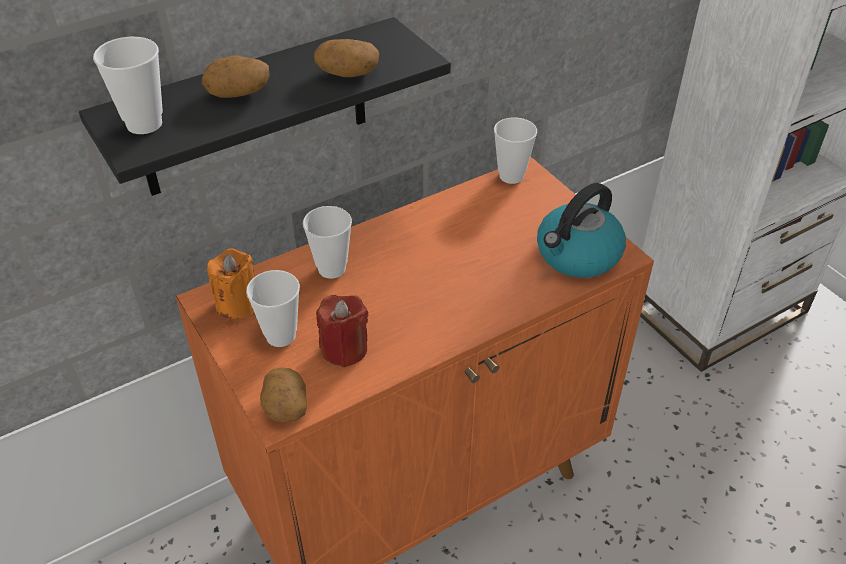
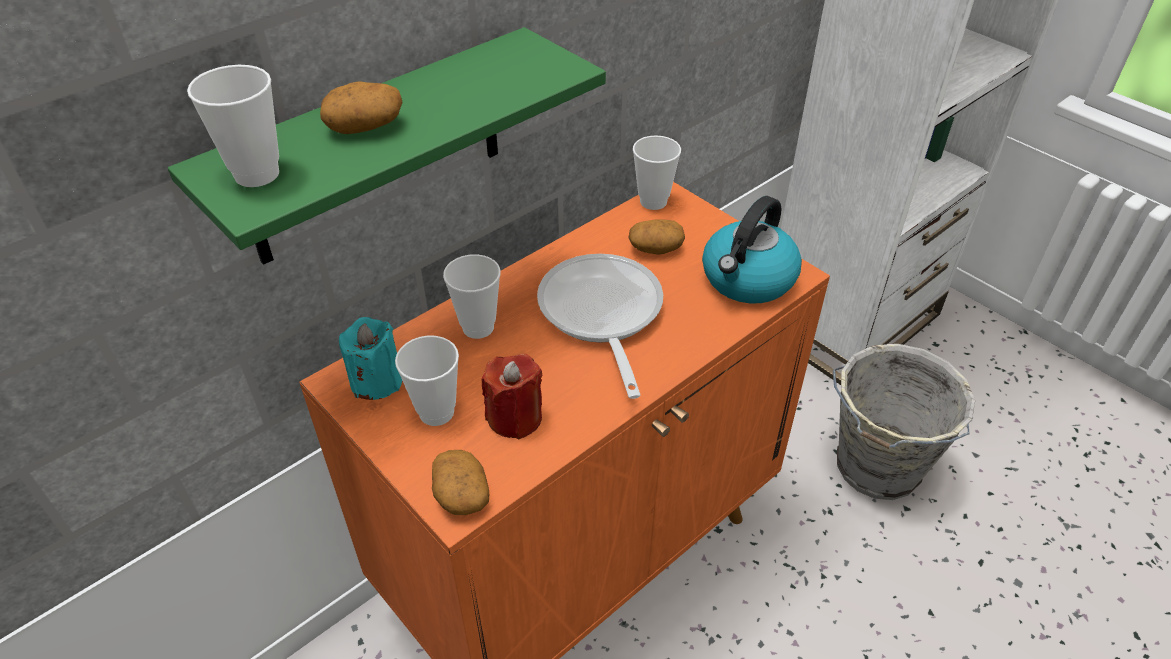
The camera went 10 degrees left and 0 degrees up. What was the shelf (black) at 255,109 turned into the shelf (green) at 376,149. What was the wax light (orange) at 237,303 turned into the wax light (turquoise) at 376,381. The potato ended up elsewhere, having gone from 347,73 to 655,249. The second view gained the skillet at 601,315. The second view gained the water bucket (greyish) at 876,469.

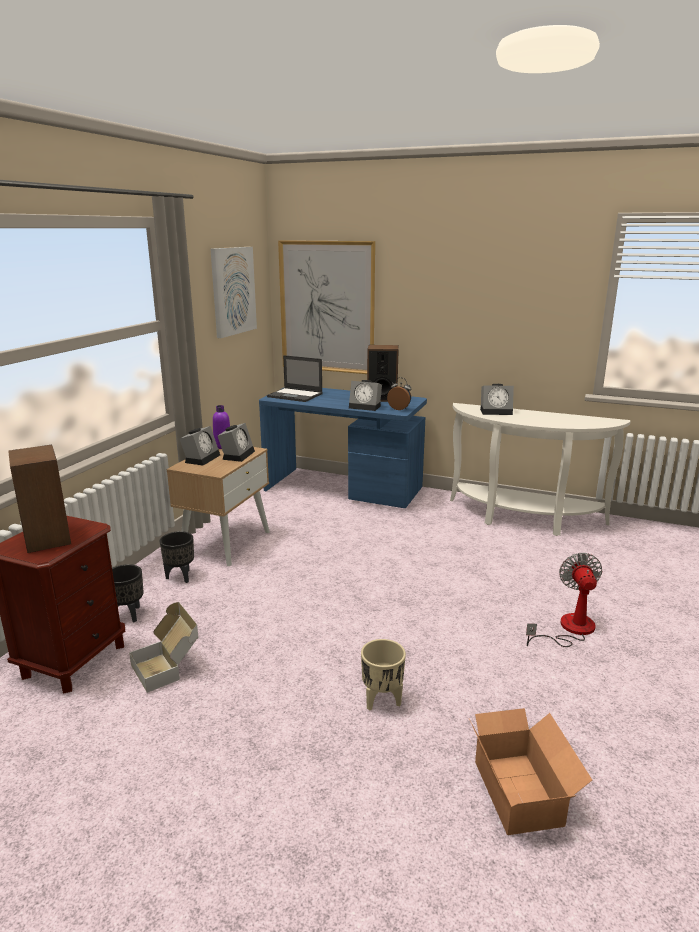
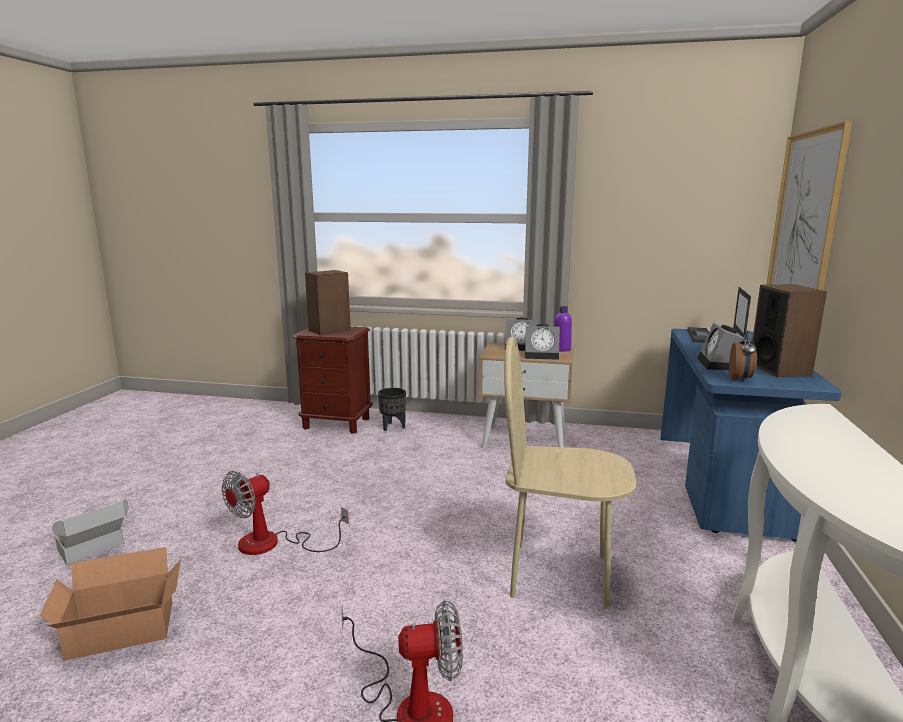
The camera went 80 degrees right and 5 degrees down. The carton ended up elsewhere, having gone from 168,667 to 95,552. The second view lost the planter (black) at 180,576. The second view lost the wall art at 233,291. Where the planter (sand-coloured) stood at 382,700, the fan came to stand at 273,544. The second view lost the table clock at 497,411. The second view gained the chair (sand-coloured) at 559,574.

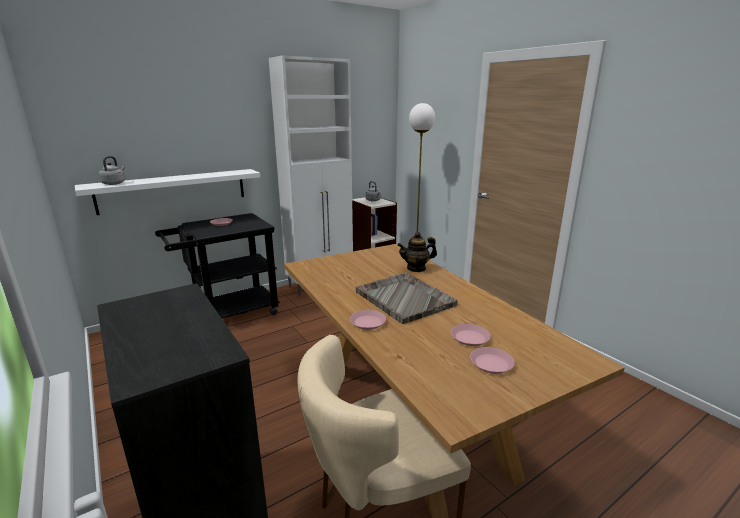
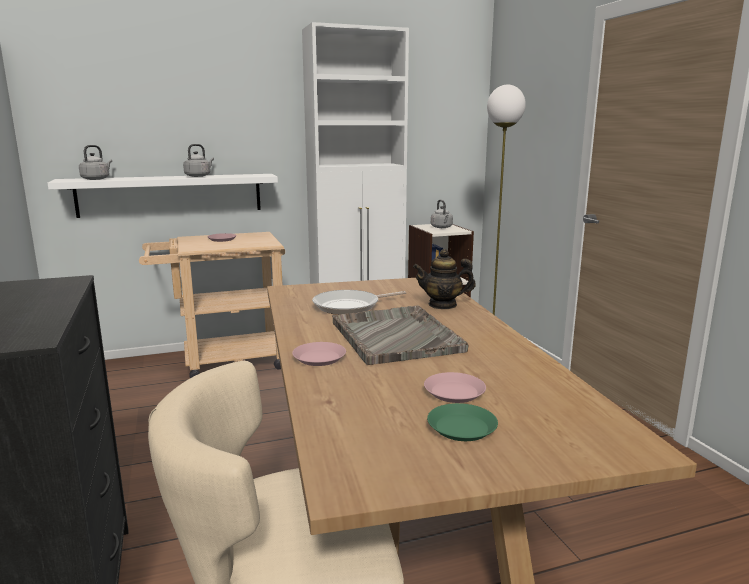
The camera went 15 degrees right and 5 degrees down. What was the cart (black) at 228,313 turned into the cart (sand-coloured) at 224,361. What was the dinner plate (pinkish) at 491,364 turned into the dinner plate (green) at 461,428. The second view gained the tea kettle (greyish) at 199,176. The second view gained the skillet at 350,306.

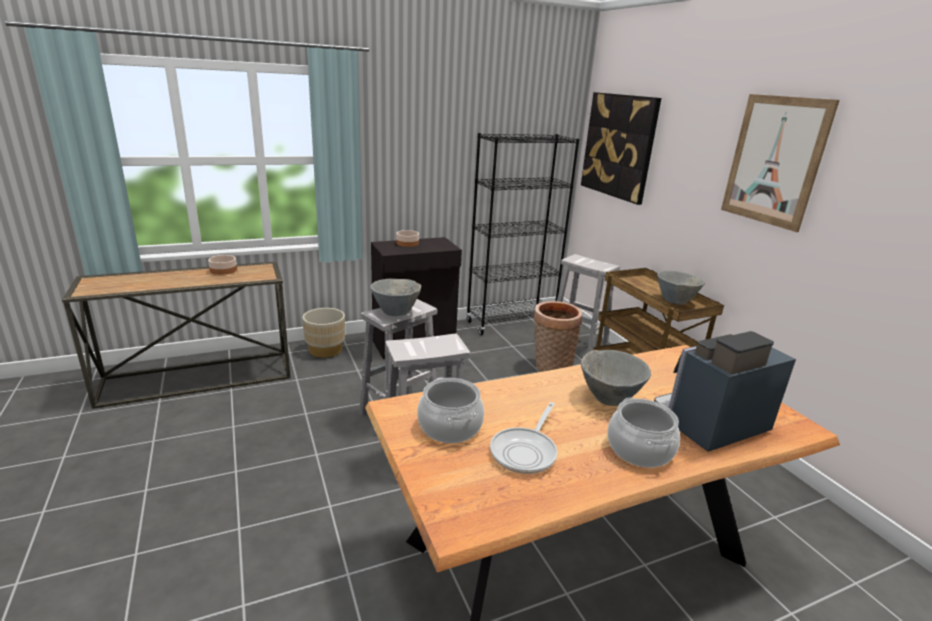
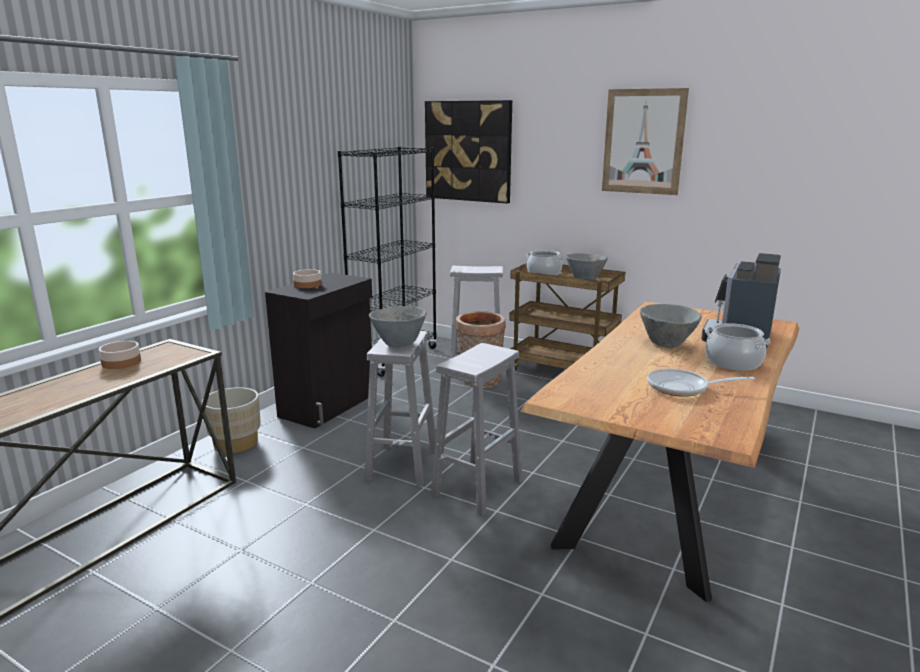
The camera went 35 degrees left and 5 degrees down. The cooking pot ended up elsewhere, having gone from 450,427 to 544,274. The skillet at 525,452 ended up facing another way, 105 degrees clockwise from before.

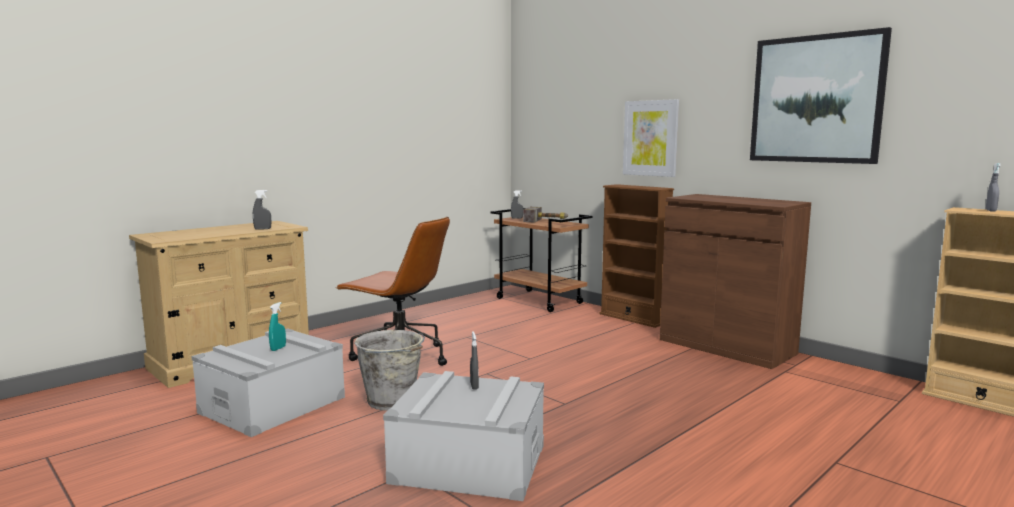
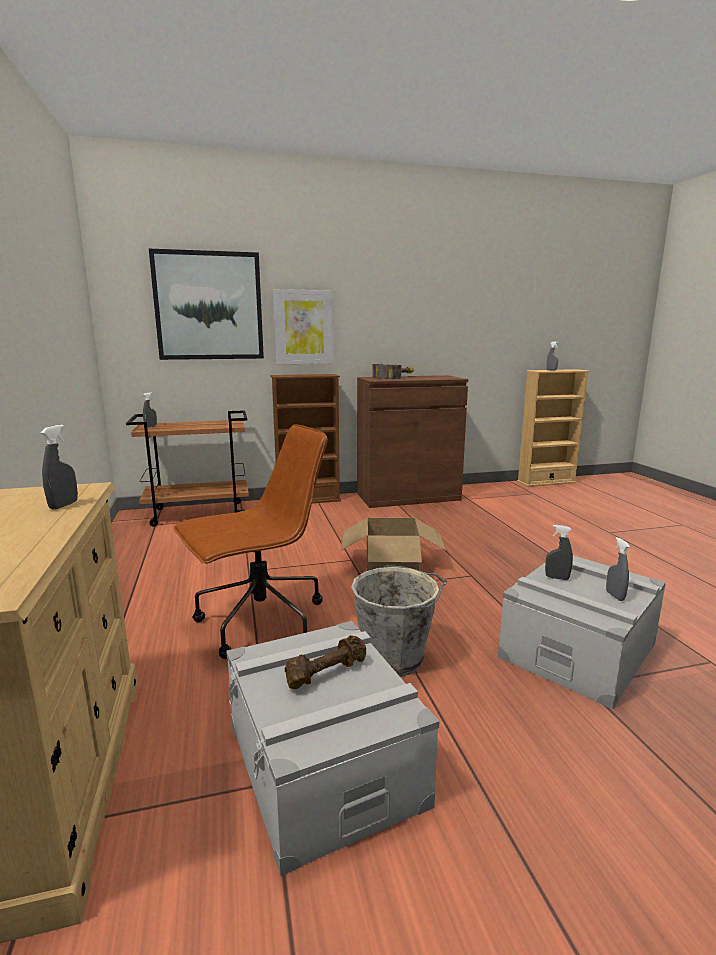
The camera went 60 degrees left and 5 degrees up. Where the sprayer (turquoise) stood at 278,348, the free weight (brown) came to stand at 326,673. The hammer ended up elsewhere, having gone from 547,221 to 397,377. The wall art ended up elsewhere, having gone from 816,99 to 209,306. The second view gained the carton at 391,563. The second view gained the sprayer (greyish) at 615,596.

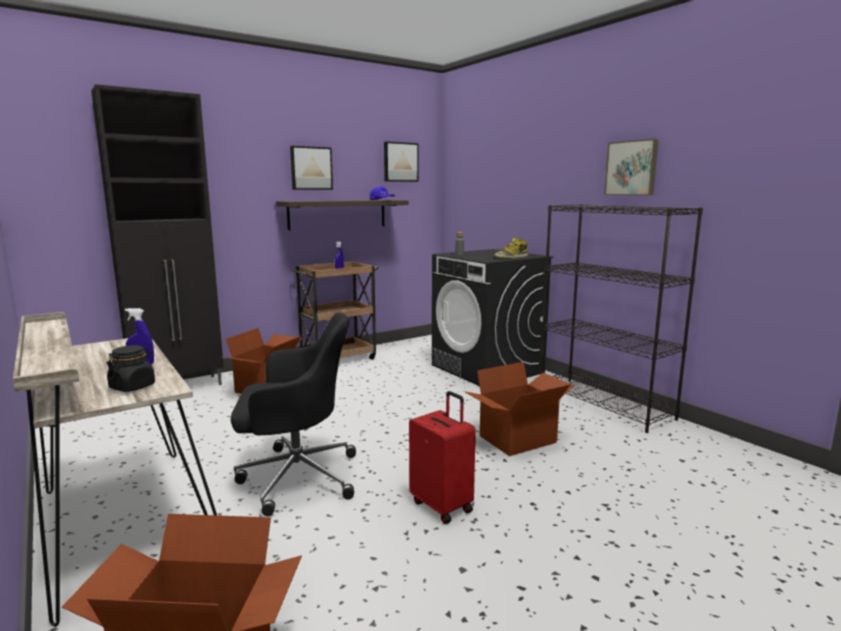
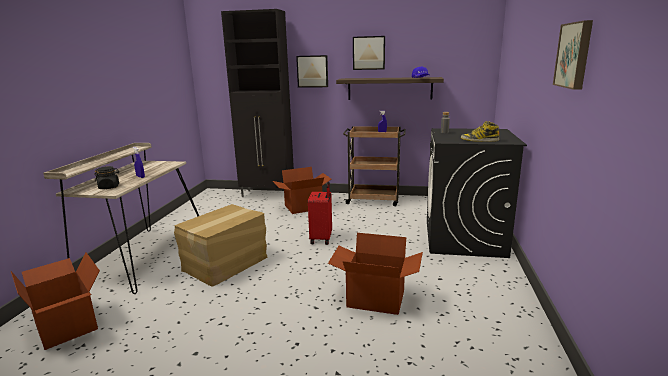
The camera went 45 degrees right and 5 degrees up. Where the desk chair (black) stood at 296,477, the carton came to stand at 226,264. The wall art ended up elsewhere, having gone from 400,162 to 312,71. The suitcase (reddish) ended up elsewhere, having gone from 443,506 to 322,239. The second view lost the bookshelf (black) at 604,404.

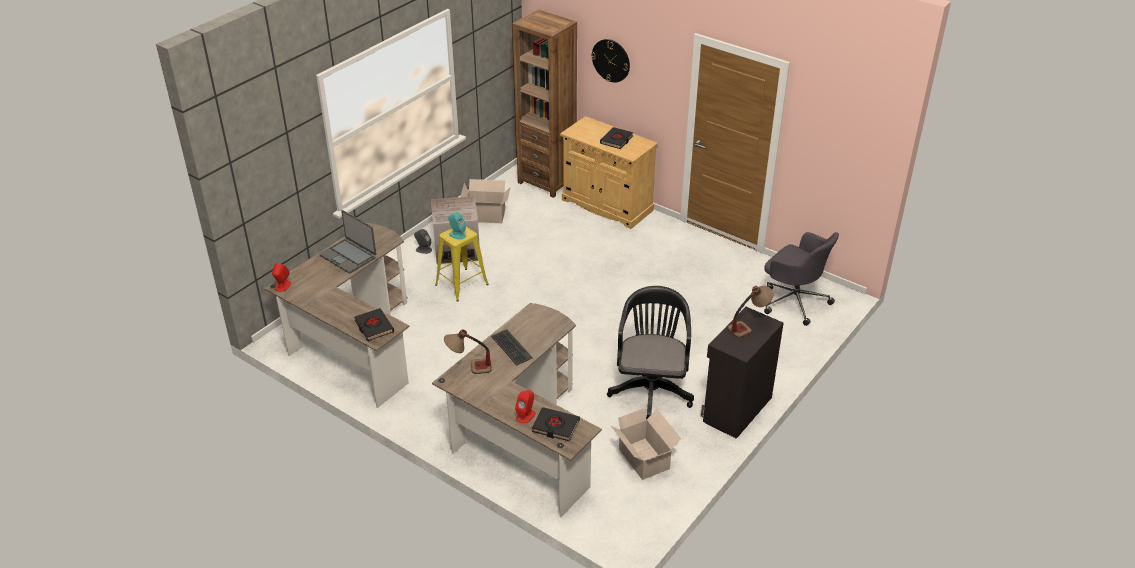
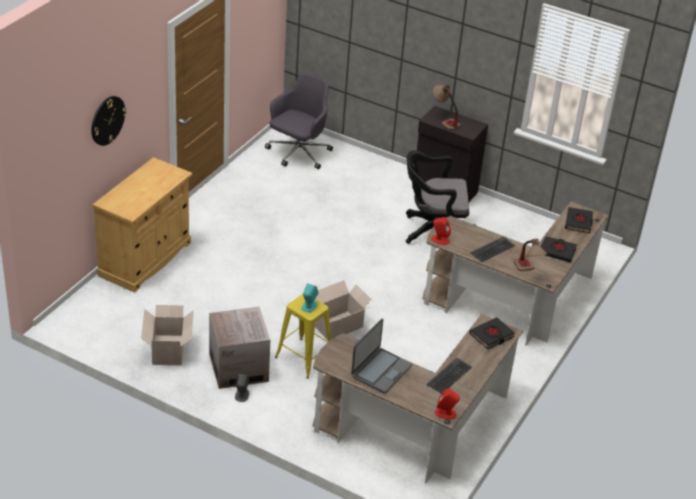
The camera went 100 degrees left and 0 degrees up. The second view lost the bookshelf (brown) at 547,182. The audio speaker (reddish) ended up elsewhere, having gone from 526,415 to 440,240. The book (black) ended up elsewhere, having gone from 616,140 to 557,251. The carton ended up elsewhere, having gone from 644,460 to 339,325. The second view gained the computer keyboard at 449,376.

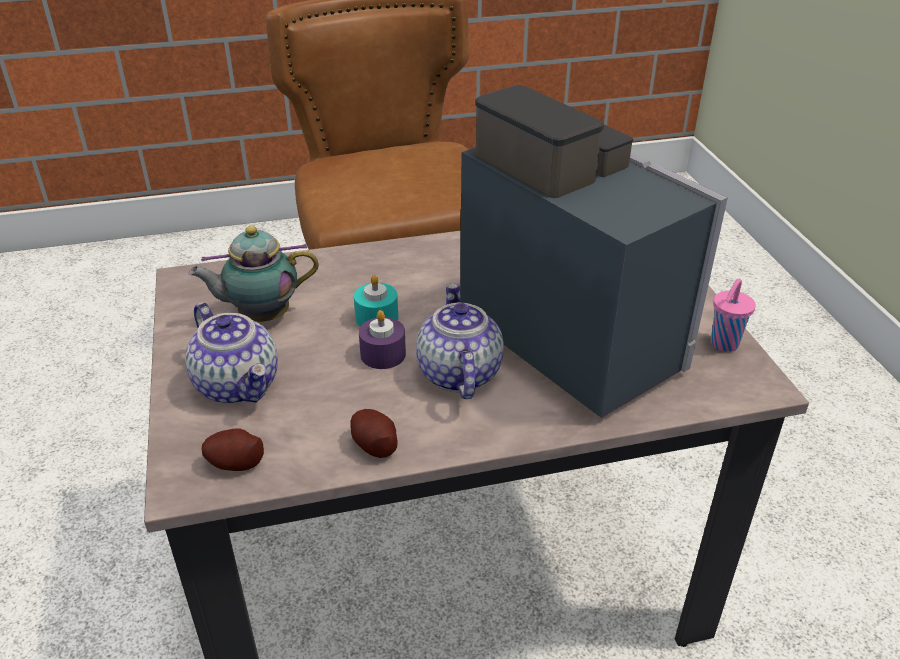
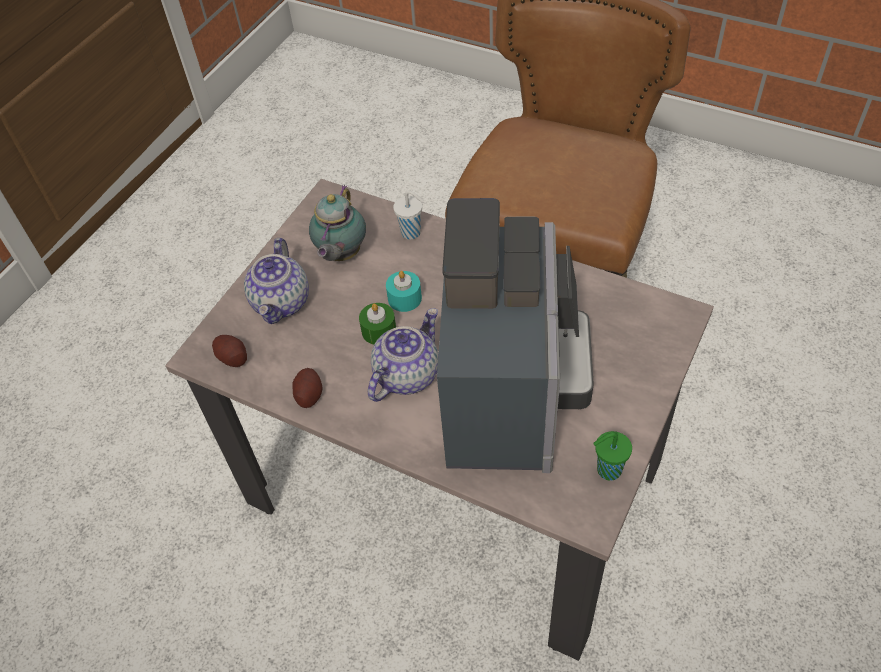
The camera went 45 degrees right and 15 degrees up. The tea pot at 261,316 ended up facing another way, 105 degrees counterclockwise from before. What was the wax light (purple-coloured) at 383,354 turned into the wax light (green) at 379,330. What was the drinking cup (pinkish) at 723,345 turned into the drinking cup (green) at 607,470. The second view gained the drinking cup (white-coloured) at 412,233.

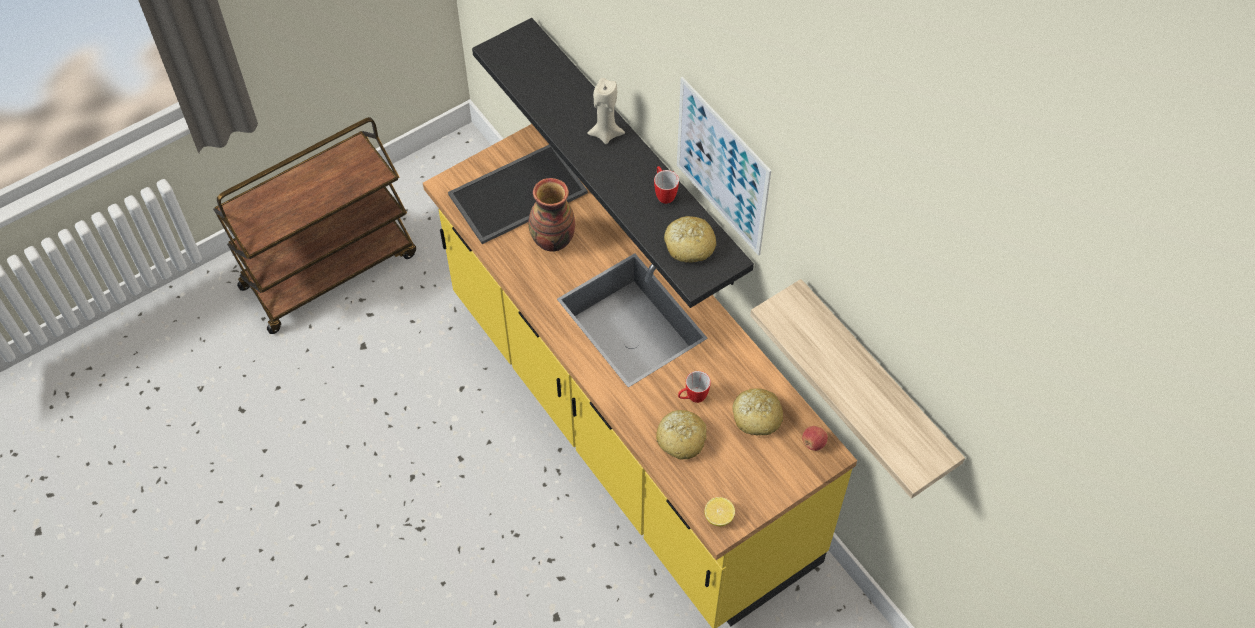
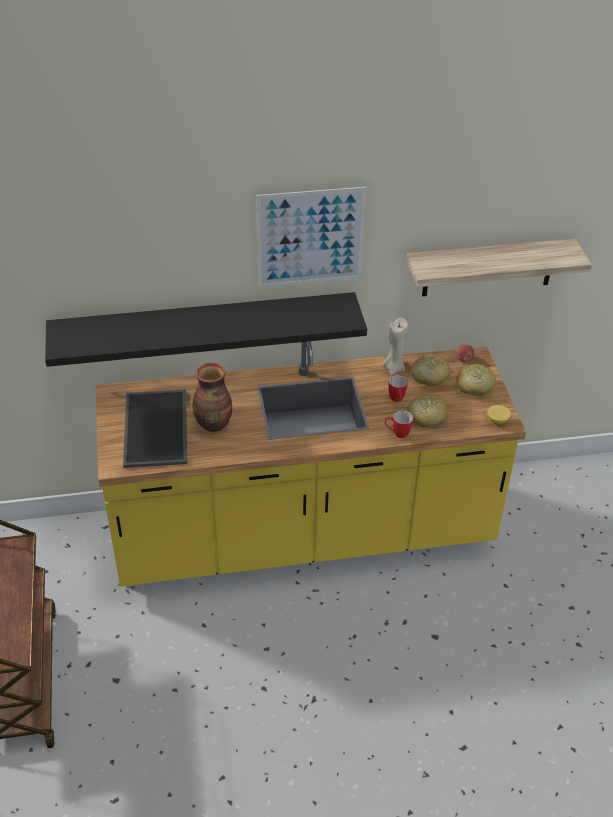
The camera went 65 degrees left and 15 degrees down. The wax light (sand-coloured) ended up elsewhere, having gone from 606,133 to 394,368. The coffee mug ended up elsewhere, having gone from 663,193 to 397,433. The bread ended up elsewhere, having gone from 689,245 to 474,386.

